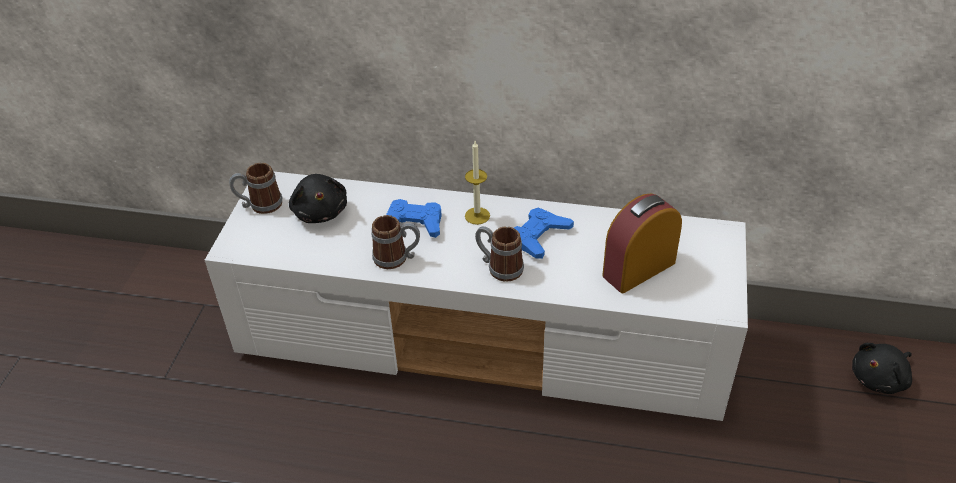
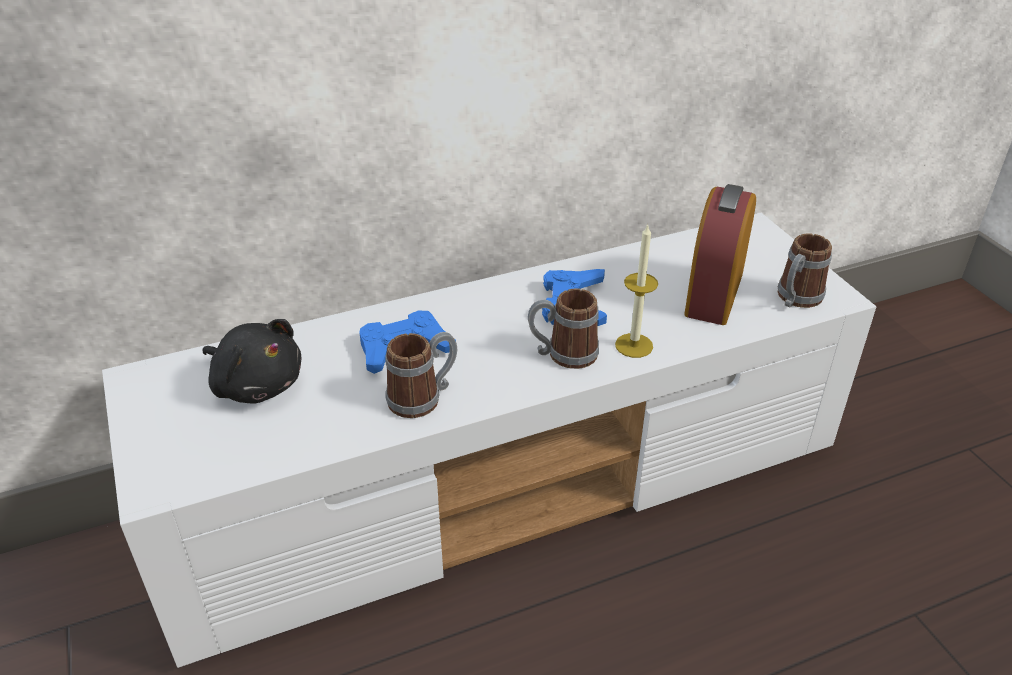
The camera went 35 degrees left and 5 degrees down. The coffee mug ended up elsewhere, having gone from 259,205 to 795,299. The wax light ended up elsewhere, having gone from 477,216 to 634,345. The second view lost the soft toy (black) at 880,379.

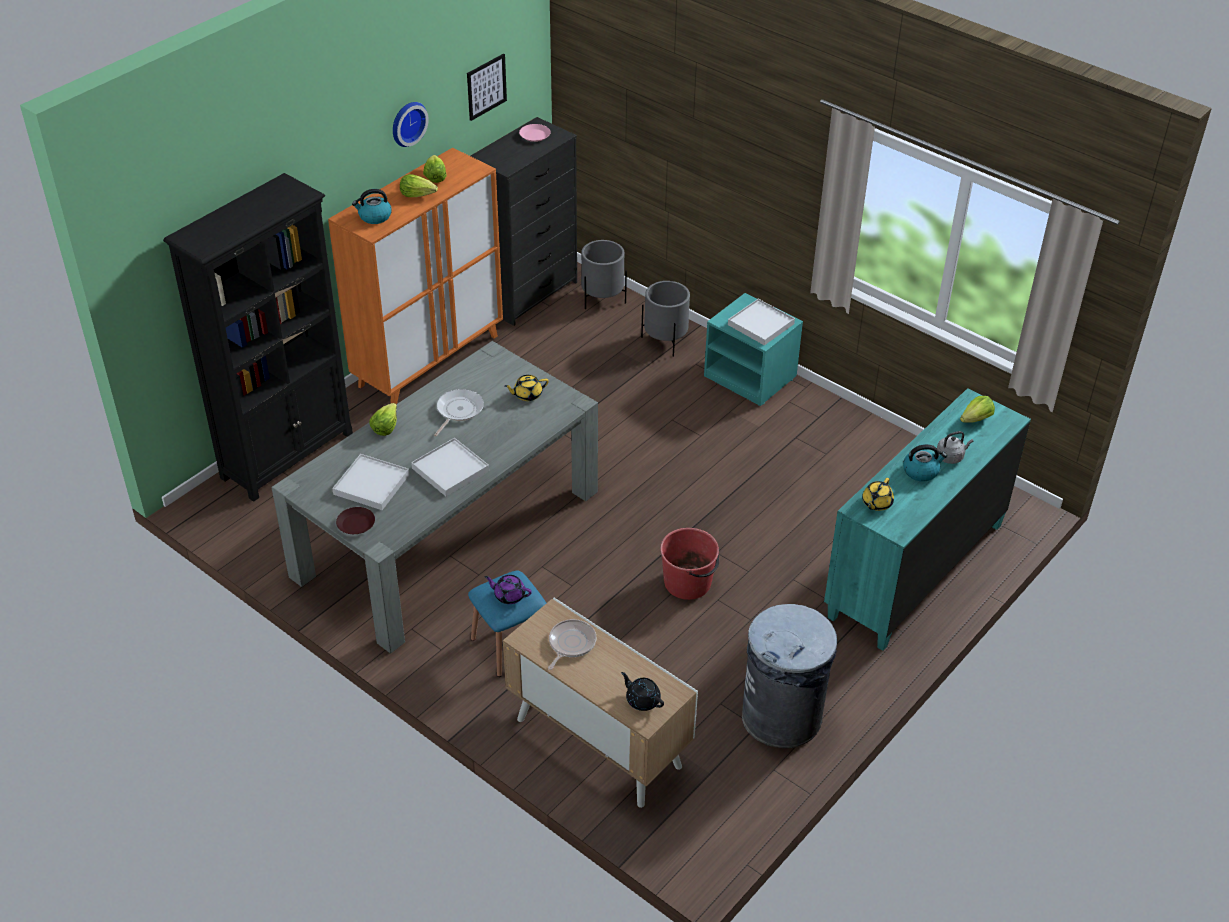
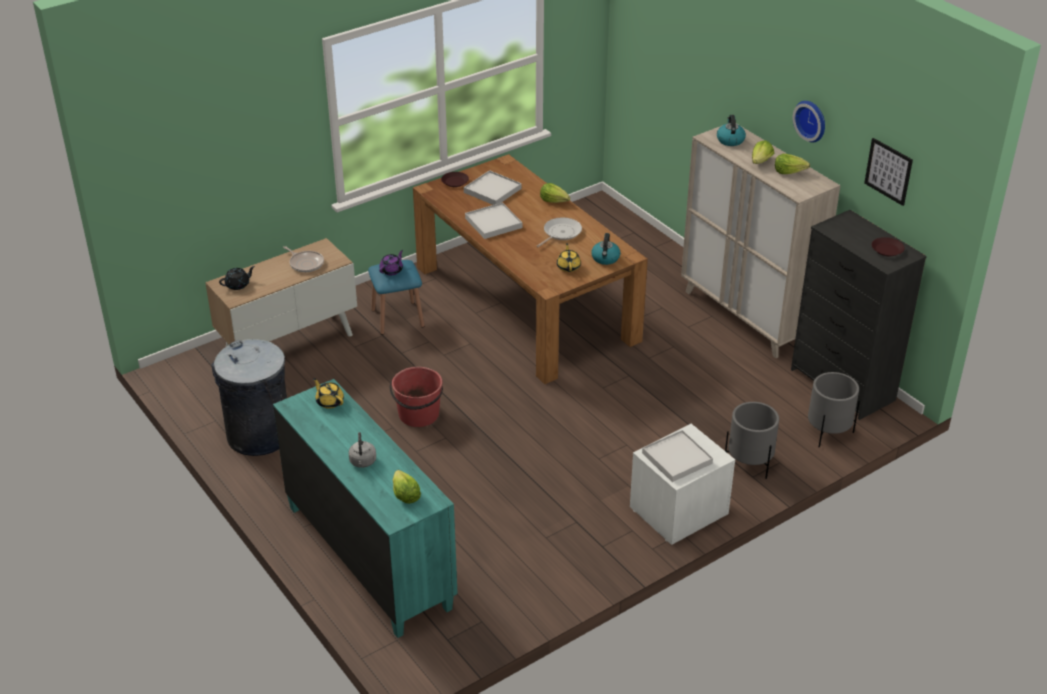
The camera went 105 degrees right and 5 degrees down. The second view lost the bookshelf (black) at 288,455. What was the dining table (greyish) at 447,533 turned into the dining table (brown) at 525,303. What was the cupboard (orange) at 429,360 turned into the cupboard (sand-coloured) at 746,316. The skillet at 458,411 ended up facing another way, 90 degrees counterclockwise from before. What was the dinner plate (pinkish) at 535,136 turned into the dinner plate (brown) at 887,250. What was the night table (turquoise) at 751,376 turned into the night table (white-coloured) at 678,512. The tea kettle ended up elsewhere, having gone from 921,471 to 605,258.

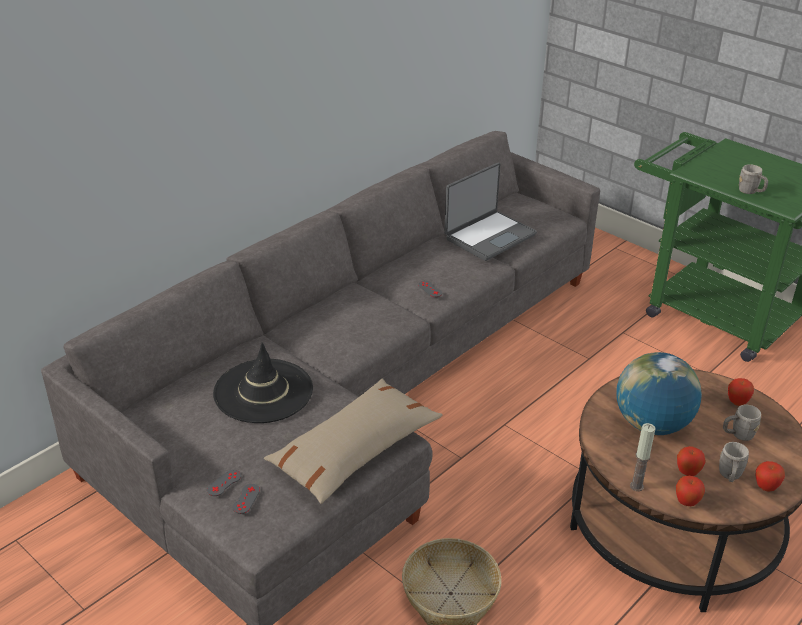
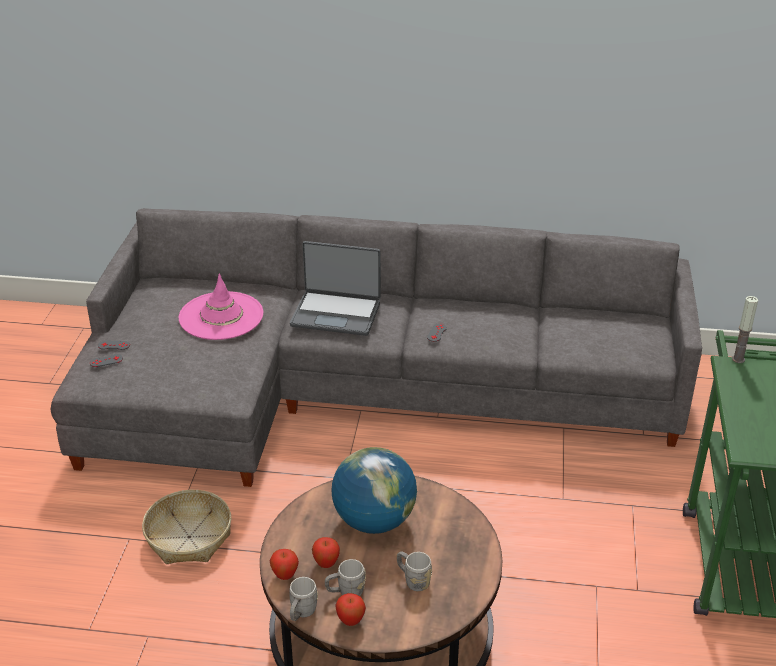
The camera went 55 degrees right and 0 degrees up. What was the clothing hat (black) at 263,391 turned into the clothing hat (pinkish) at 221,316. The second view lost the pillow (sand-coloured) at 354,451. The portable computer ended up elsewhere, having gone from 489,236 to 336,313. The wax light ended up elsewhere, having gone from 636,486 to 738,359. The second view lost the apple at 737,402. The coffee mug (greyish) ended up elsewhere, having gone from 751,192 to 301,613.

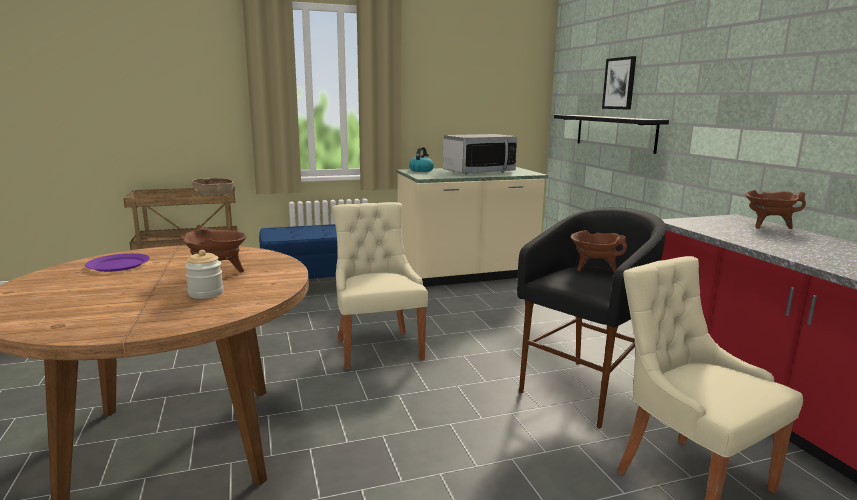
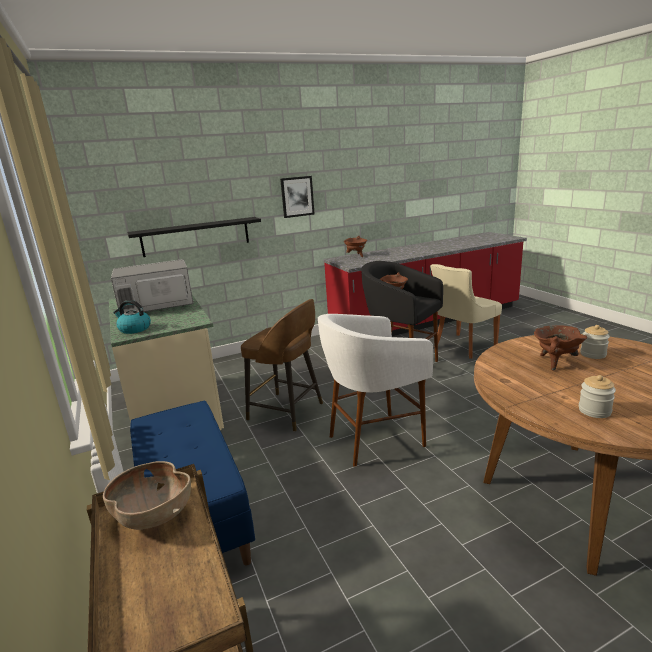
The camera went 95 degrees left and 5 degrees up. Where the dinner plate (purple-coloured) stood at 118,265, the preserve jar came to stand at 594,411. Where the chair (sand-coloured) stood at 377,348, the stool (white-coloured) came to stand at 374,440. The microwave at 478,172 ended up facing another way, 75 degrees counterclockwise from before. The wall art ended up elsewhere, having gone from 619,83 to 297,196. The second view gained the stool (brown) at 287,412.

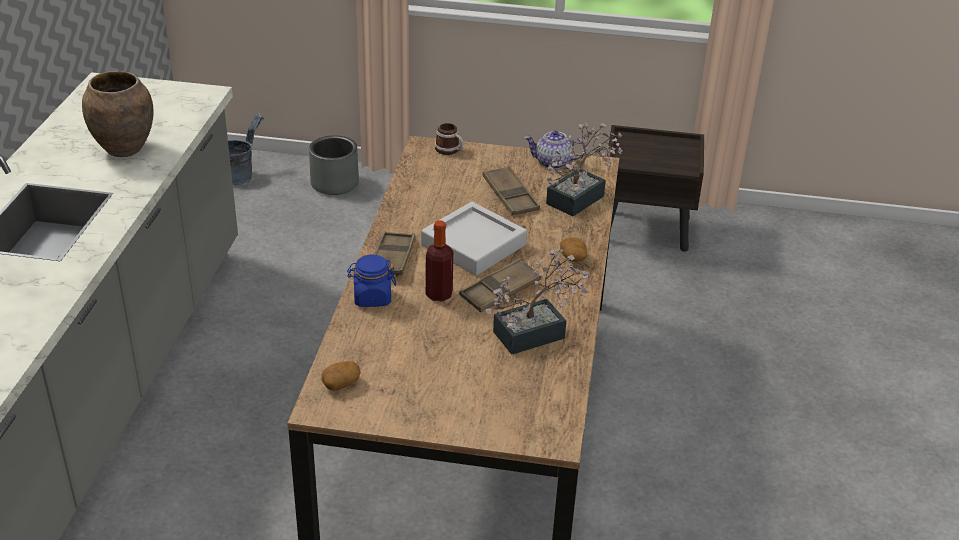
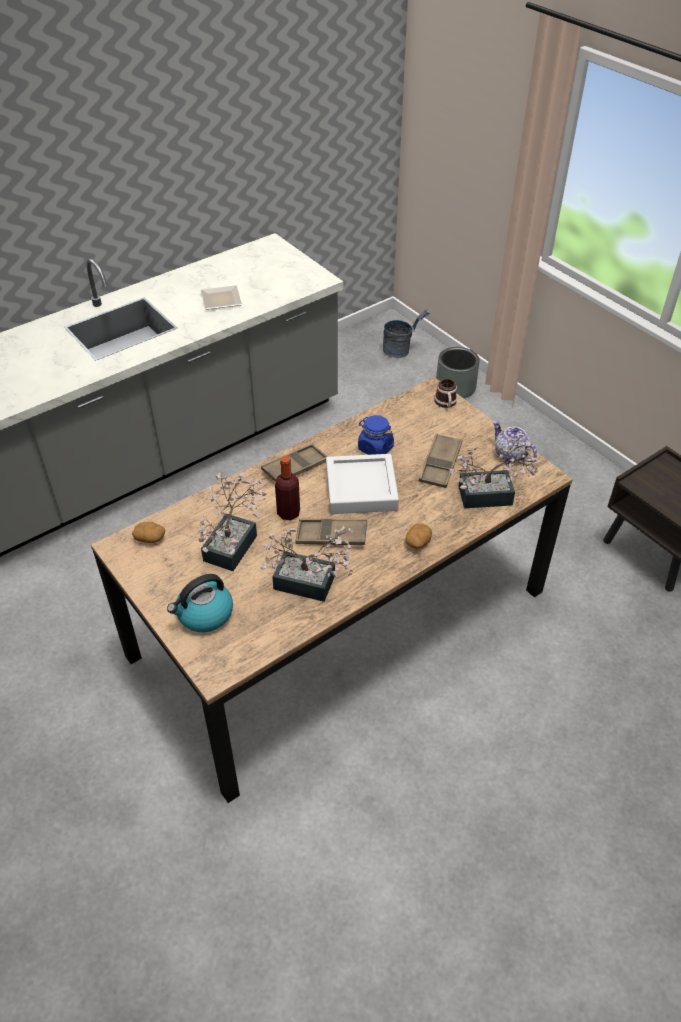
The camera went 45 degrees right and 10 degrees up. Where the vase (brown) stood at 124,149, the dinner plate came to stand at 222,299. The preserve jar (blue-coloured) ended up elsewhere, having gone from 372,297 to 375,448. The second view gained the tea kettle at 204,615. The second view gained the plant in a pot at 234,543.

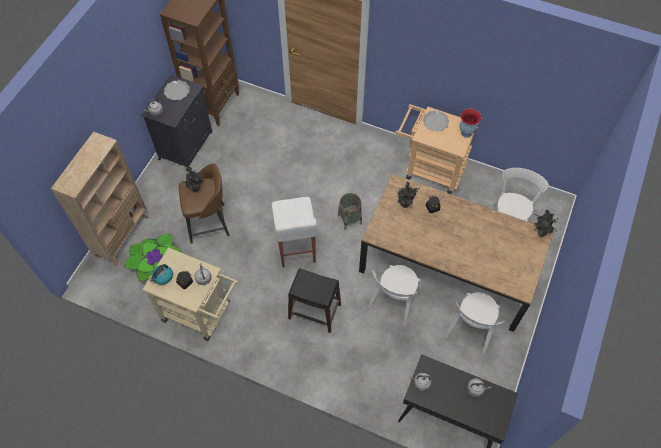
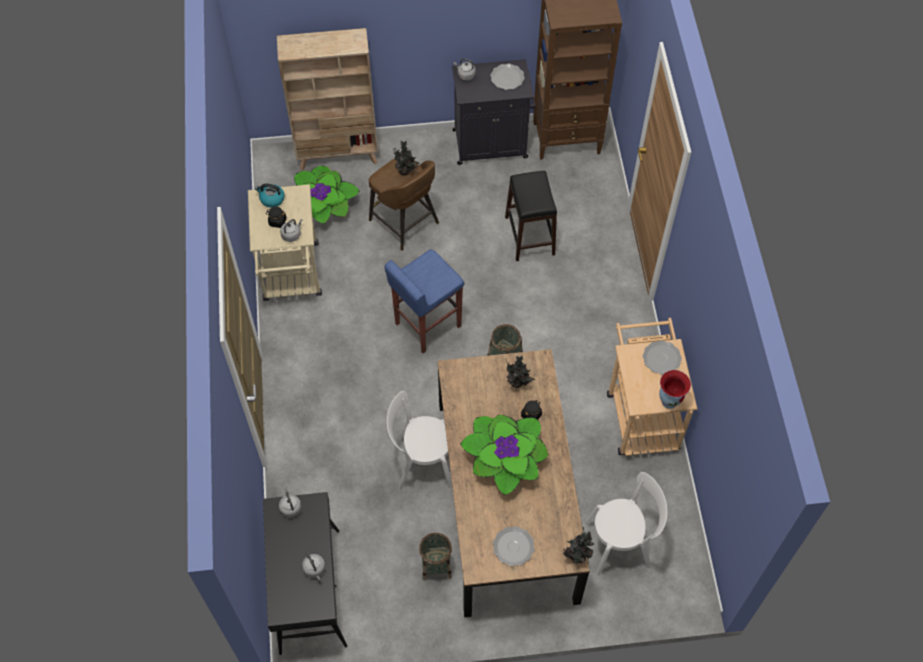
The camera went 60 degrees right and 0 degrees up. What was the stool (white-coloured) at 296,249 turned into the stool (blue-coloured) at 426,325. The stool (black) ended up elsewhere, having gone from 314,312 to 529,236. Where the chair (white-coloured) stood at 470,330, the storage basket came to stand at 436,565. The second view gained the plant in a pot at 505,459. The second view gained the dinner plate at 513,546.

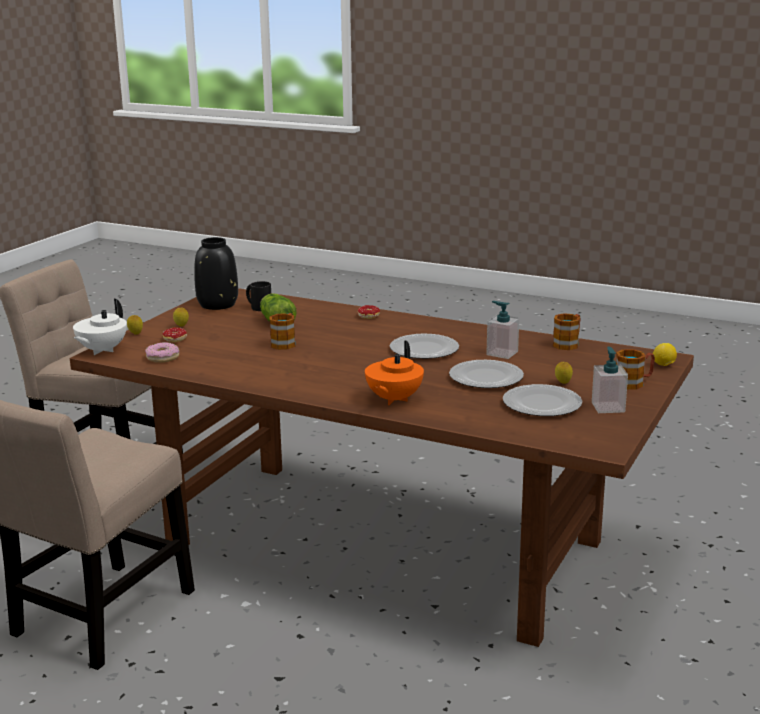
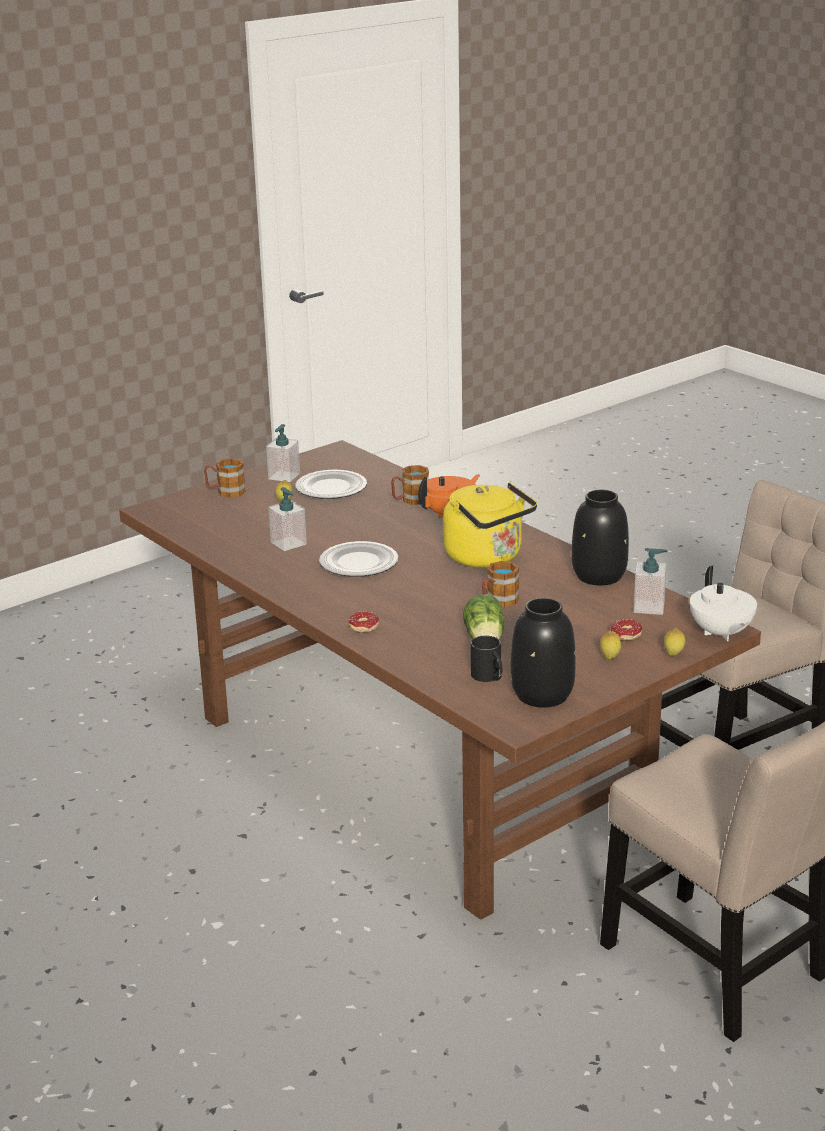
The camera went 155 degrees left and 5 degrees up. The tea pot (white-coloured) at 101,350 ended up facing another way, 120 degrees clockwise from before. Where the doughnut stood at 162,358, the soap bottle came to stand at 649,607. The second view lost the dinner plate at 487,377. The coffee mug ended up elsewhere, having gone from 568,343 to 410,500. The second view lost the citrus fruit at 664,365. The second view gained the tea kettle (yellow) at 487,558. The second view gained the vase (black) at 599,576.

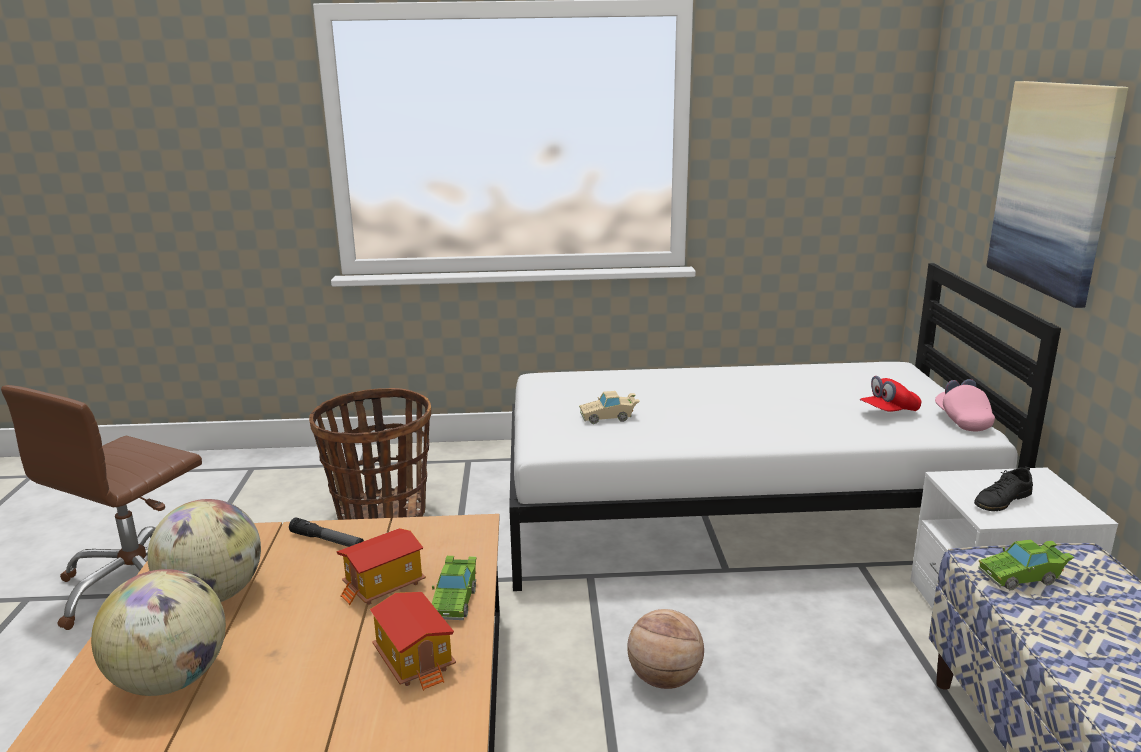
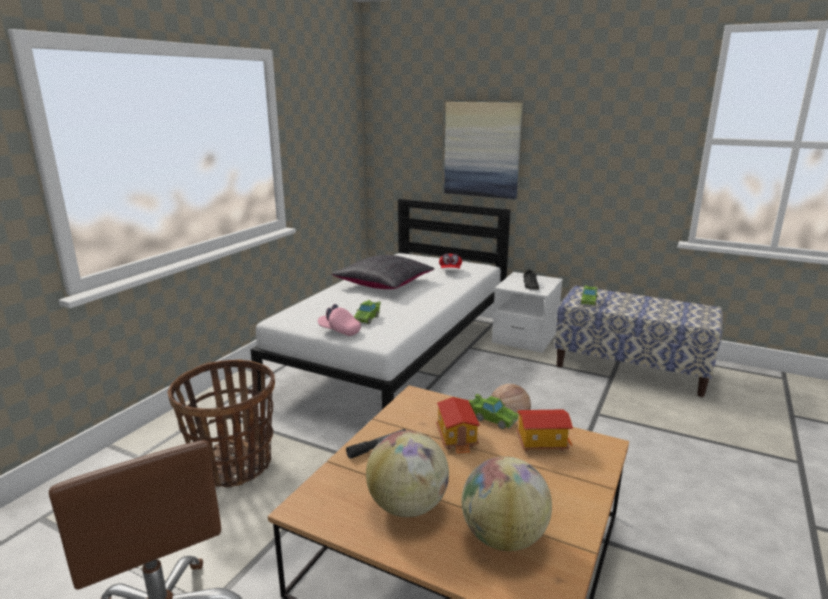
The camera went 60 degrees left and 0 degrees up. What was the miniature car (sand-coloured) at 609,417 turned into the miniature car (green) at 367,318. The peaked cap (pinkish) ended up elsewhere, having gone from 962,420 to 339,331. The second view gained the pillow (black) at 384,284.

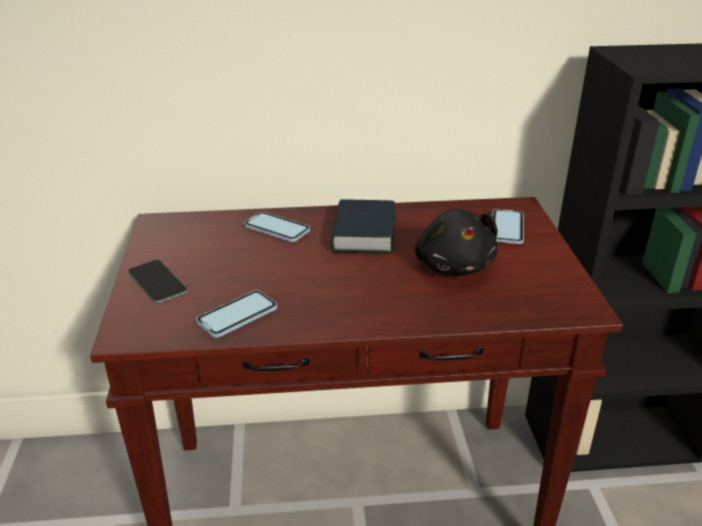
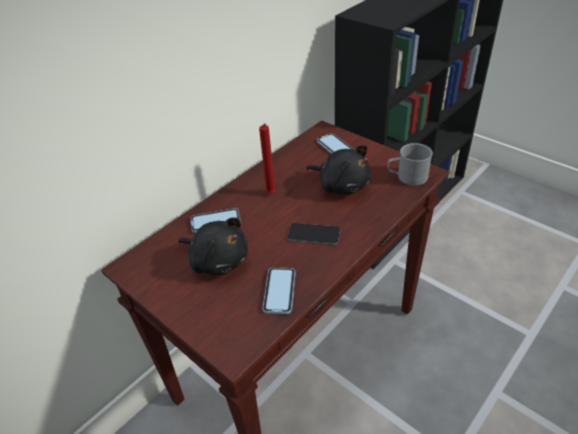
The camera went 40 degrees left and 10 degrees up. The handset ended up elsewhere, having gone from 157,282 to 313,234. Where the book stood at 363,234, the wax light (reddish) came to stand at 271,195. The second view gained the soft toy (black) at 218,260. The second view gained the coffee mug (greyish) at 407,177.

